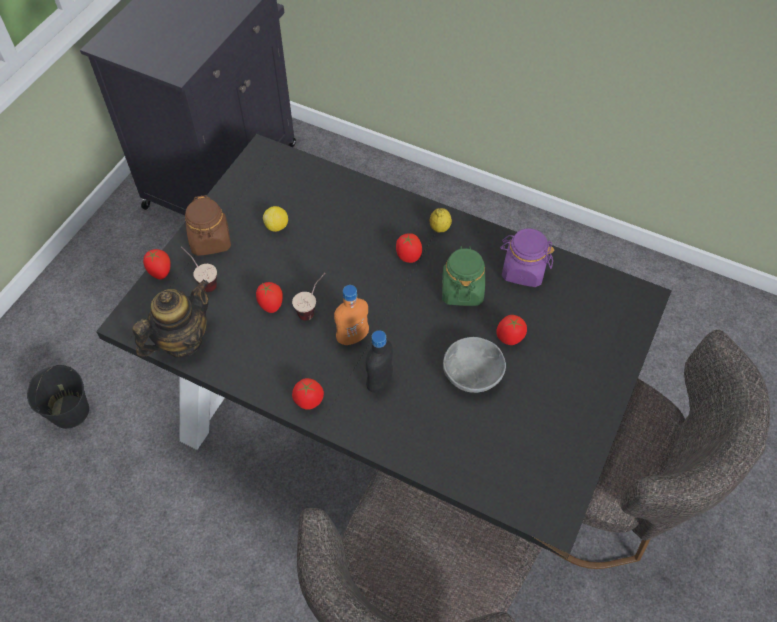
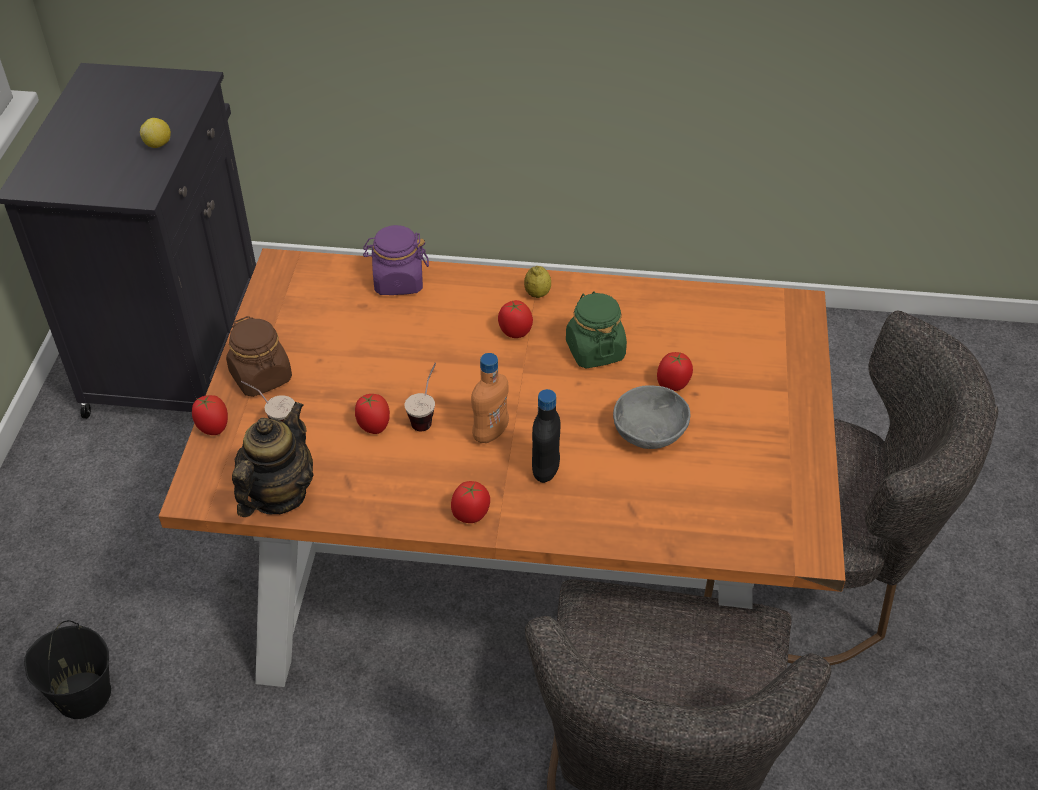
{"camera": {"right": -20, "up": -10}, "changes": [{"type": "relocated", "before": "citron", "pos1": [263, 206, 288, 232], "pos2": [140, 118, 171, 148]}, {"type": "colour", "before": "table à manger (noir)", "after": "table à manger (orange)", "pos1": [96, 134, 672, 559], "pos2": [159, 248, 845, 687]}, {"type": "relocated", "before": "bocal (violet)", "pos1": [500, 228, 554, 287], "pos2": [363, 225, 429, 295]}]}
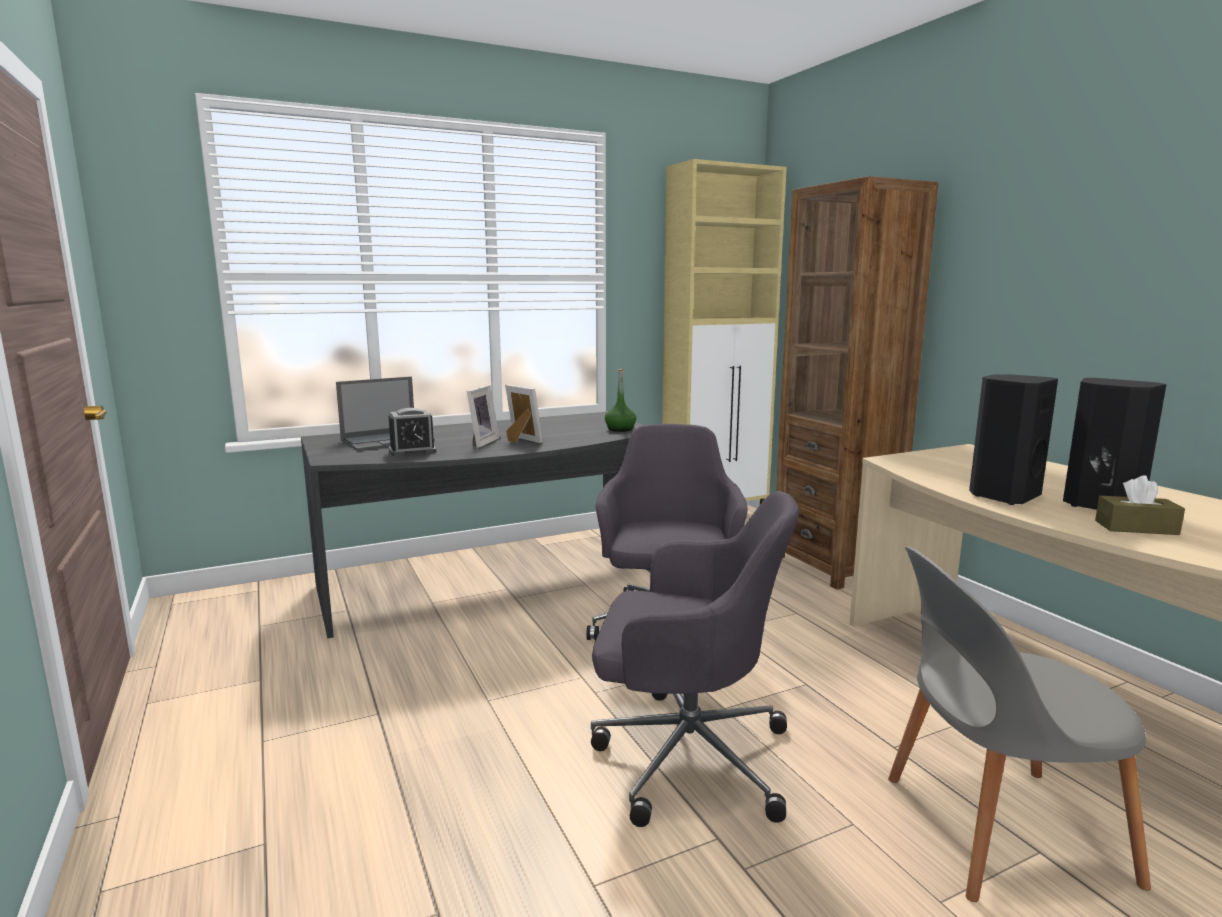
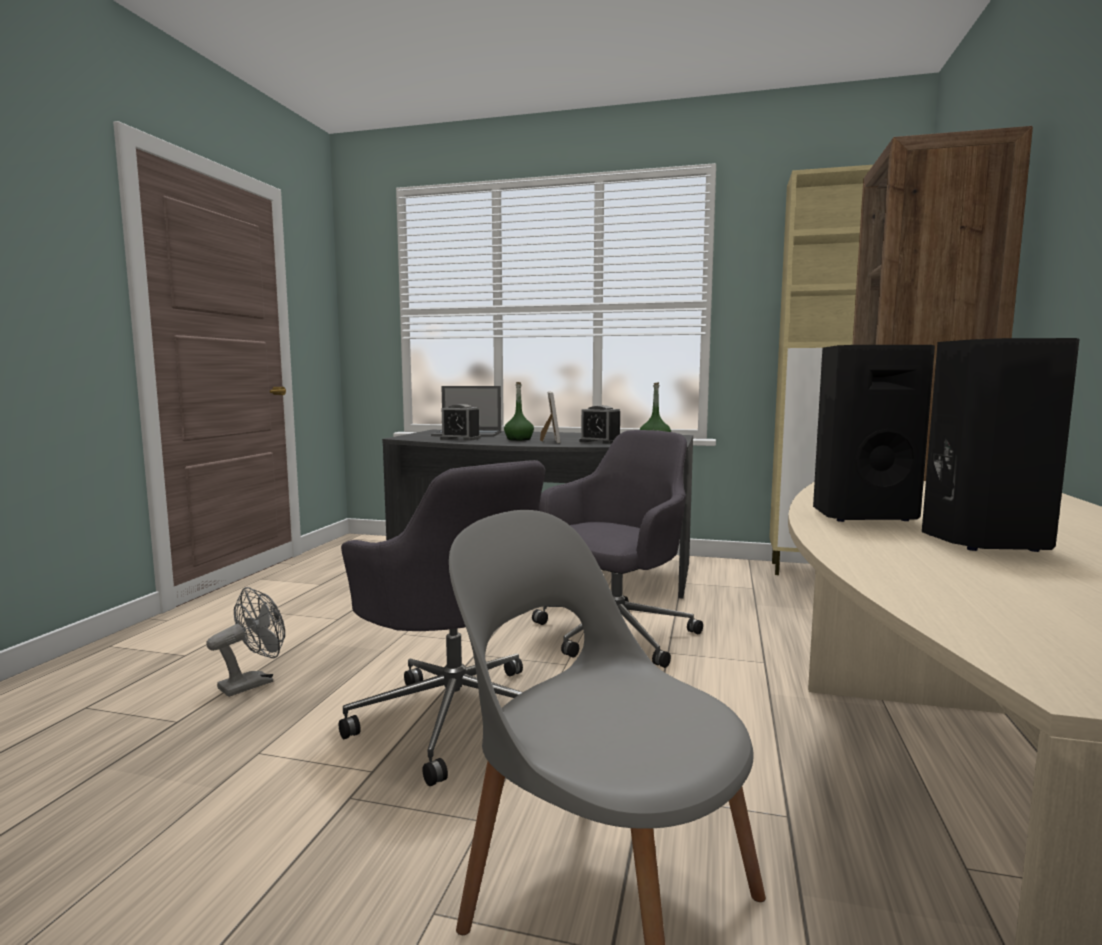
{"camera": {"right": 40, "up": -5}, "changes": [{"type": "appeared", "after": "ventilateur (gris)", "pos2": [206, 587, 285, 697]}, {"type": "exchanged", "before": "cadre photo", "after": "bouteille (vert)", "pos1": [467, 385, 500, 448], "pos2": [504, 382, 534, 441]}, {"type": "appeared", "after": "réveil", "pos2": [579, 405, 620, 444]}, {"type": "missing", "before": "boîte à mouchoirs (marron)", "pos1": [1095, 475, 1185, 535]}]}
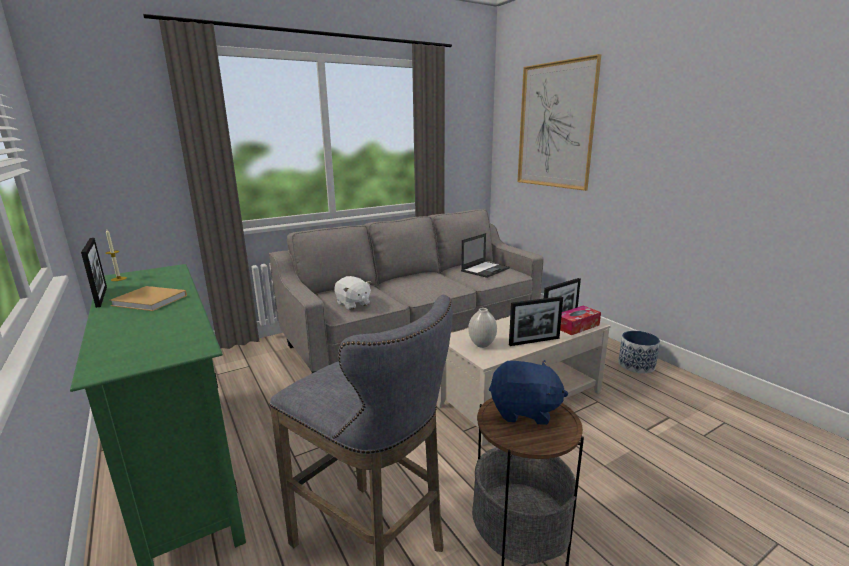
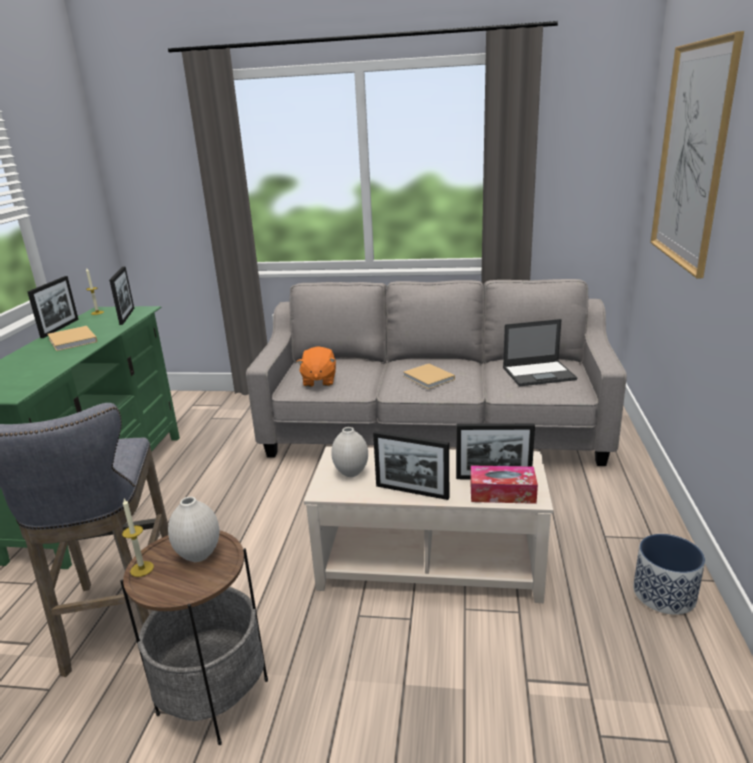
{"camera": {"right": 40, "up": 5}, "changes": [{"type": "appeared", "after": "cadre photo", "pos2": [109, 267, 134, 325]}, {"type": "appeared", "after": "bougie", "pos2": [122, 499, 154, 577]}, {"type": "exchanged", "before": "peluche (bleu)", "after": "vase (blanc)", "pos1": [489, 360, 568, 425], "pos2": [168, 497, 219, 562]}, {"type": "colour", "before": "peluche (blanc)", "after": "peluche (orange)", "pos1": [334, 276, 371, 310], "pos2": [297, 346, 336, 387]}, {"type": "appeared", "after": "livre (beige)", "pos2": [403, 364, 455, 389]}]}
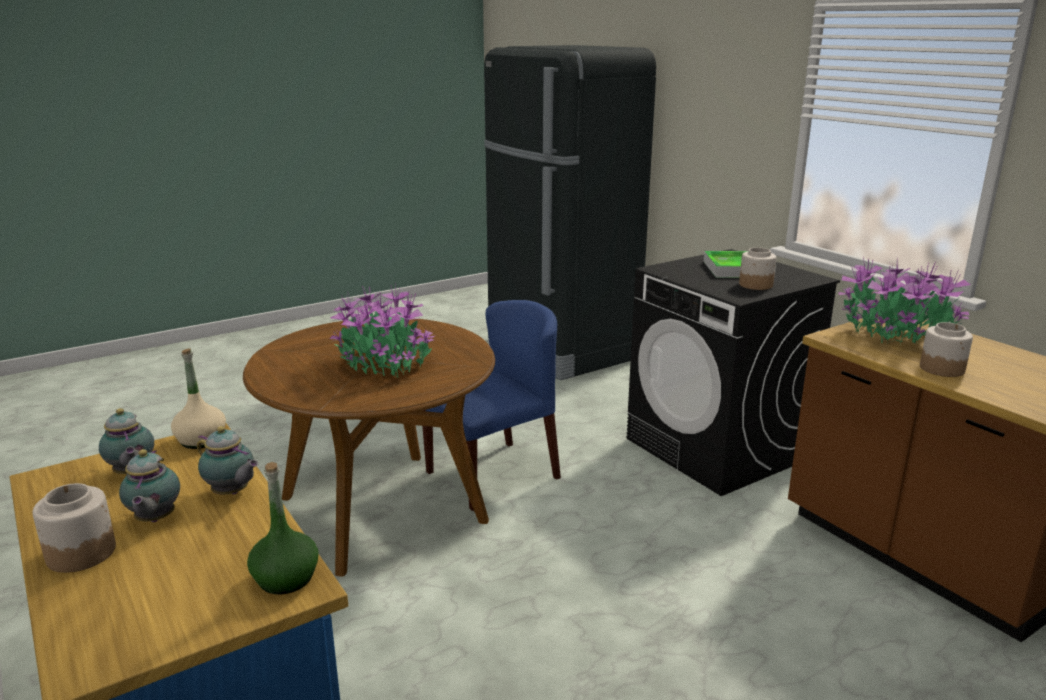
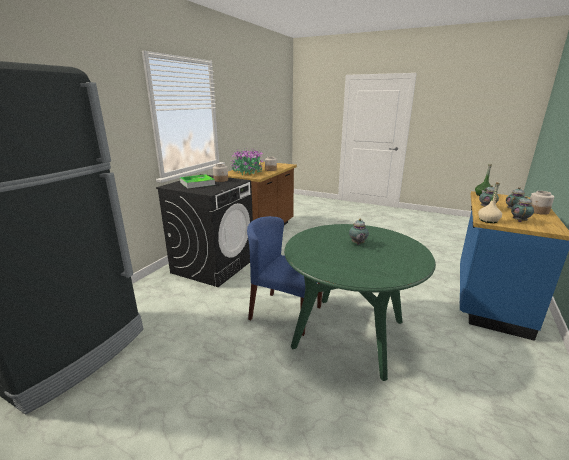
{"camera": {"right": -120, "up": 0}, "changes": [{"type": "colour", "before": "table à manger (marron)", "after": "table à manger (vert)", "pos1": [243, 317, 495, 577], "pos2": [284, 224, 436, 381]}, {"type": "exchanged", "before": "plante en pot", "after": "théière", "pos1": [330, 283, 436, 377], "pos2": [349, 219, 369, 245]}]}
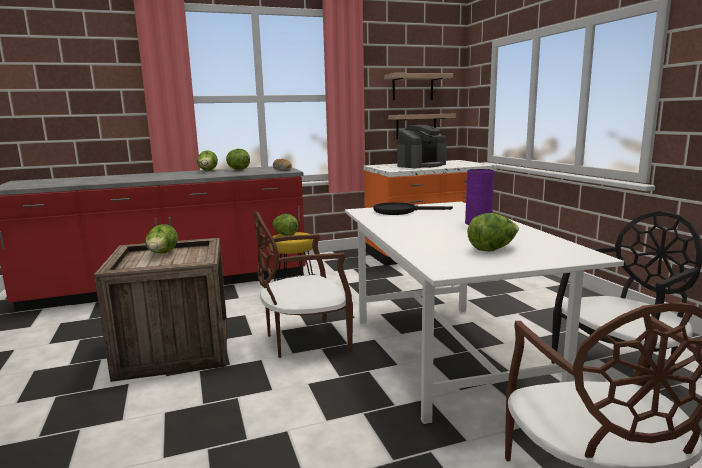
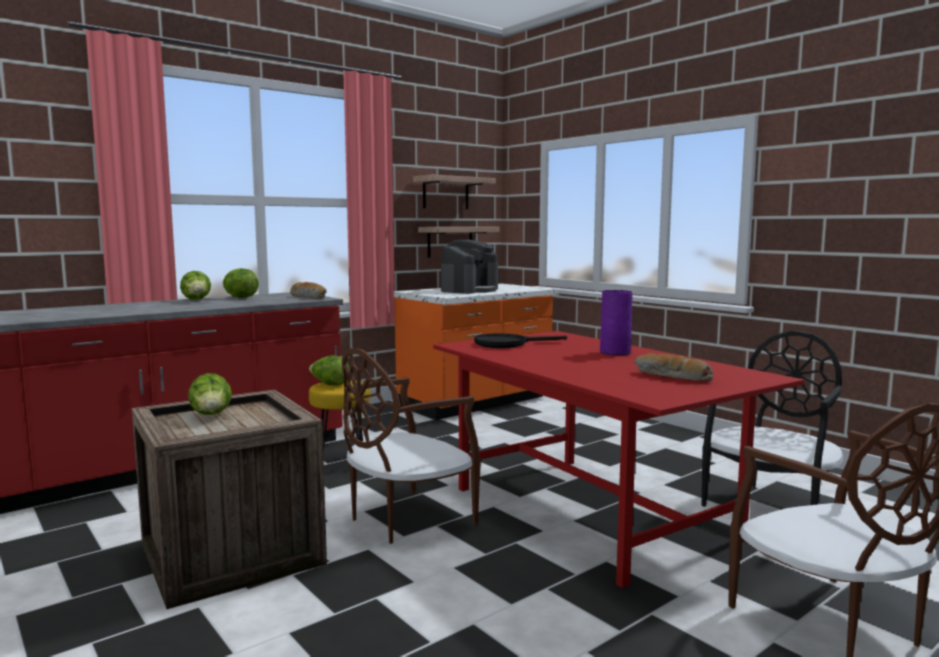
{"camera": {"right": -20, "up": -5}, "changes": [{"type": "colour", "before": "table à manger (blanc)", "after": "table à manger (rouge)", "pos1": [345, 202, 624, 424], "pos2": [433, 331, 804, 588]}, {"type": "exchanged", "before": "laitue", "after": "pain", "pos1": [467, 213, 519, 252], "pos2": [634, 353, 713, 381]}]}
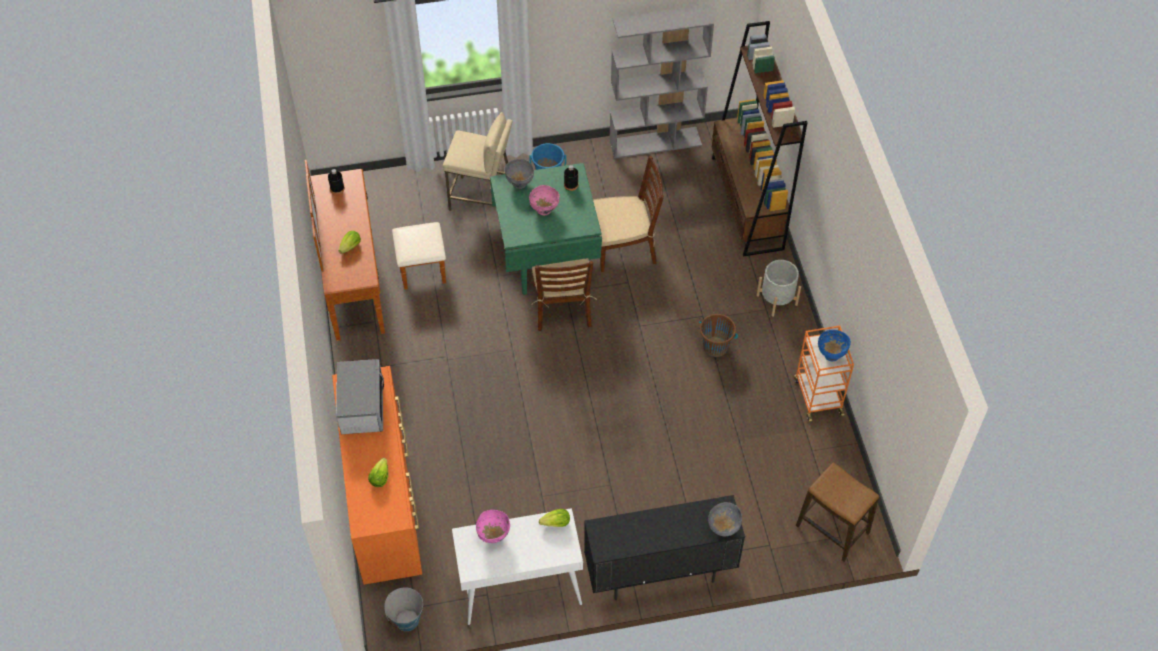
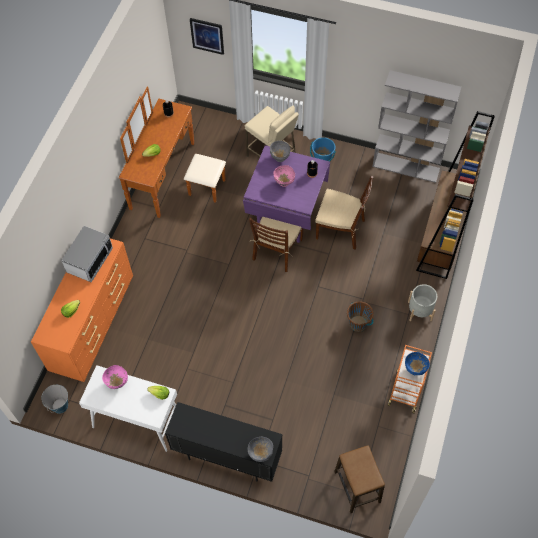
{"camera": {"right": 30, "up": 5}, "changes": [{"type": "appeared", "after": "tableau", "pos2": [190, 18, 224, 55]}, {"type": "colour", "before": "table à manger (vert)", "after": "table à manger (violet)", "pos1": [490, 163, 602, 295], "pos2": [243, 145, 330, 243]}]}
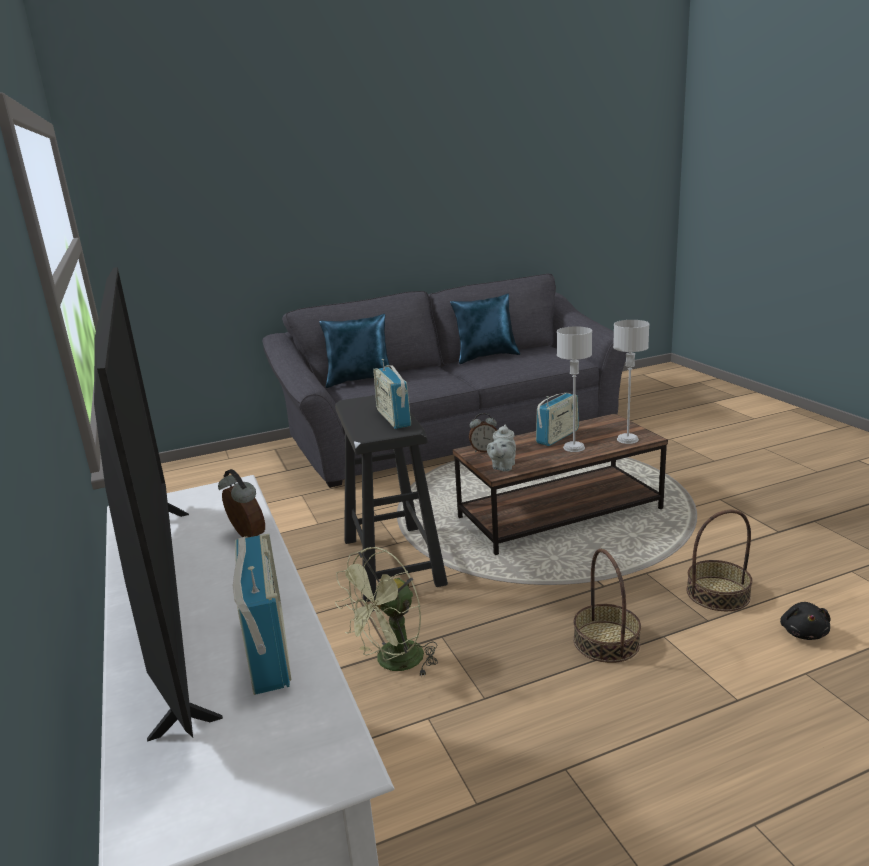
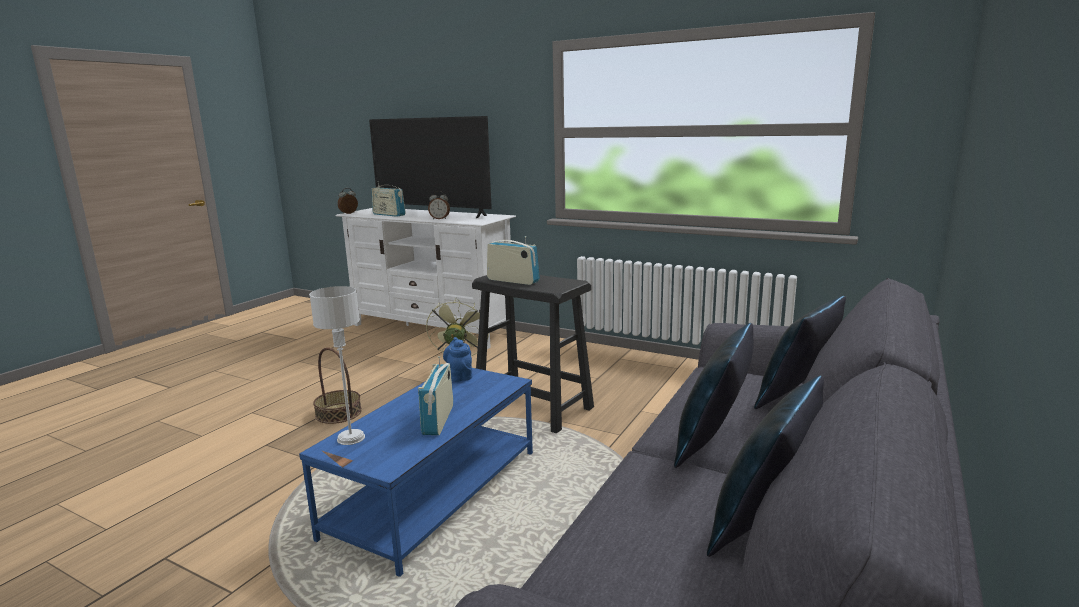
{"camera": {"right": 140, "up": -5}, "changes": [{"type": "colour", "before": "table basse (marron)", "after": "table basse (bleu)", "pos1": [452, 413, 668, 555], "pos2": [299, 368, 533, 577]}, {"type": "relocated", "before": "réveil", "pos1": [469, 413, 497, 453], "pos2": [338, 188, 358, 214]}, {"type": "colour", "before": "théière (gris)", "after": "théière (bleu)", "pos1": [487, 424, 516, 472], "pos2": [443, 337, 472, 382]}, {"type": "appeared", "after": "coussin (bleu)", "pos2": [674, 323, 754, 468]}, {"type": "missing", "before": "lampe de table (gris)", "pos1": [557, 326, 592, 452]}, {"type": "missing", "before": "panier", "pos1": [686, 510, 753, 611]}, {"type": "missing", "before": "peluche (noir)", "pos1": [780, 602, 830, 640]}]}
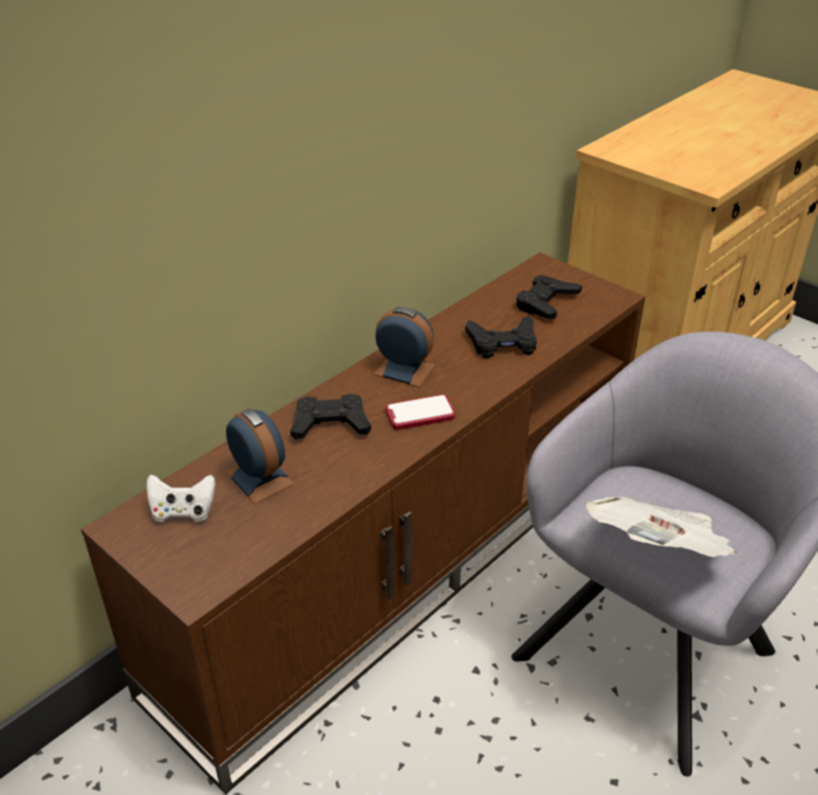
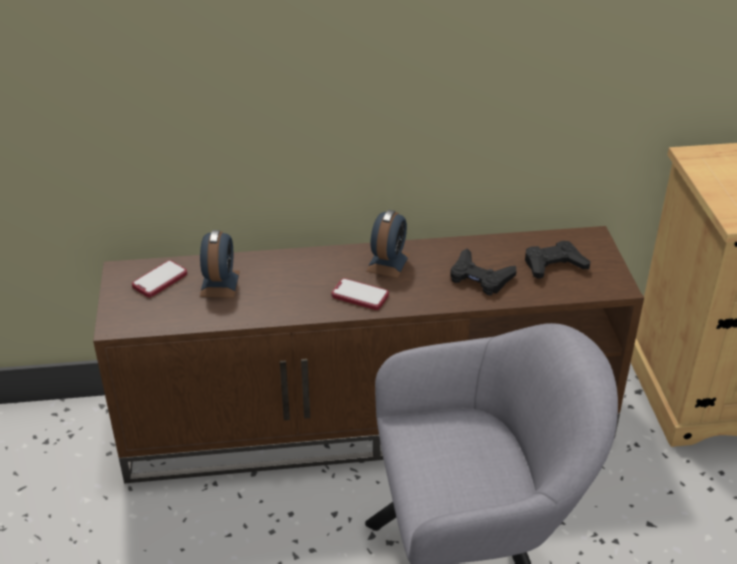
{"camera": {"right": 40, "up": 0}, "changes": [{"type": "exchanged", "before": "manette (blanc)", "after": "téléphone", "pos1": [146, 475, 216, 522], "pos2": [132, 260, 187, 297]}, {"type": "spun", "before": "réveil", "pos1": [374, 307, 435, 387], "pos2": [366, 210, 410, 278], "turn": 45}, {"type": "missing", "before": "manette (noir)", "pos1": [290, 394, 371, 440]}, {"type": "missing", "before": "journal", "pos1": [586, 496, 737, 557]}]}
